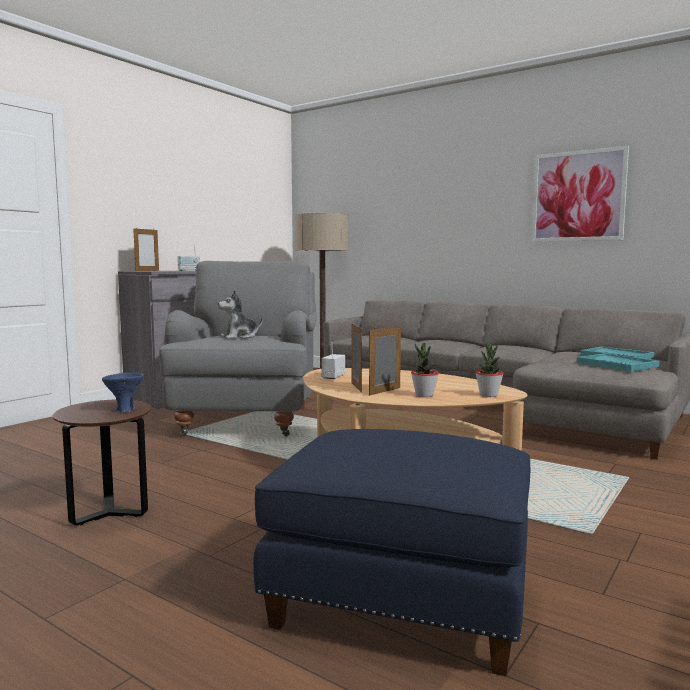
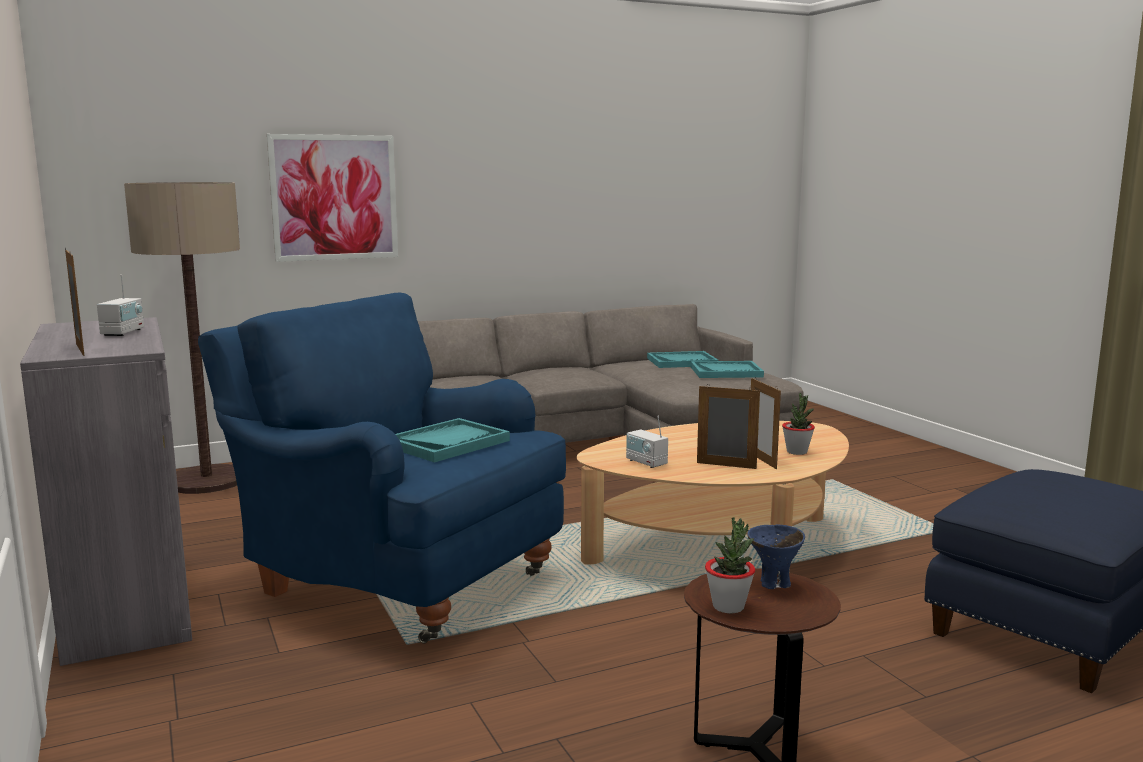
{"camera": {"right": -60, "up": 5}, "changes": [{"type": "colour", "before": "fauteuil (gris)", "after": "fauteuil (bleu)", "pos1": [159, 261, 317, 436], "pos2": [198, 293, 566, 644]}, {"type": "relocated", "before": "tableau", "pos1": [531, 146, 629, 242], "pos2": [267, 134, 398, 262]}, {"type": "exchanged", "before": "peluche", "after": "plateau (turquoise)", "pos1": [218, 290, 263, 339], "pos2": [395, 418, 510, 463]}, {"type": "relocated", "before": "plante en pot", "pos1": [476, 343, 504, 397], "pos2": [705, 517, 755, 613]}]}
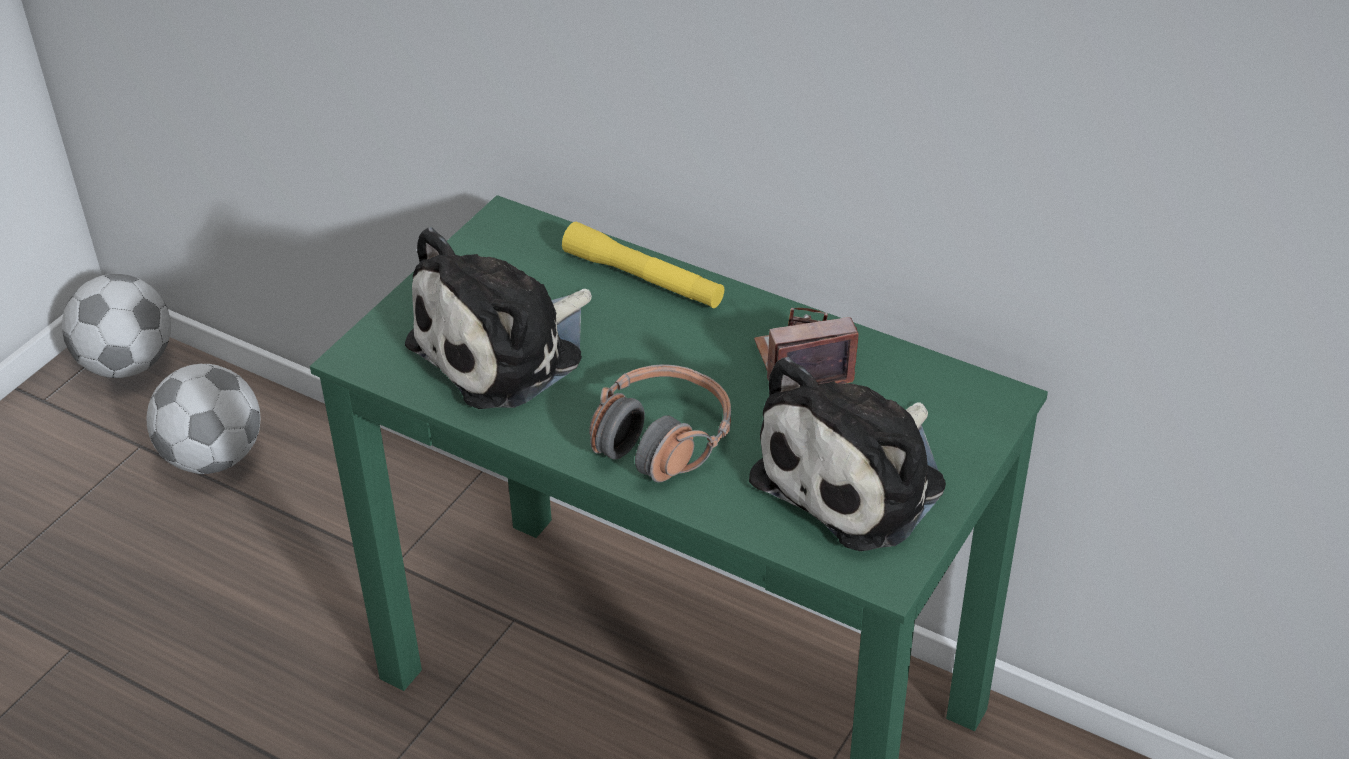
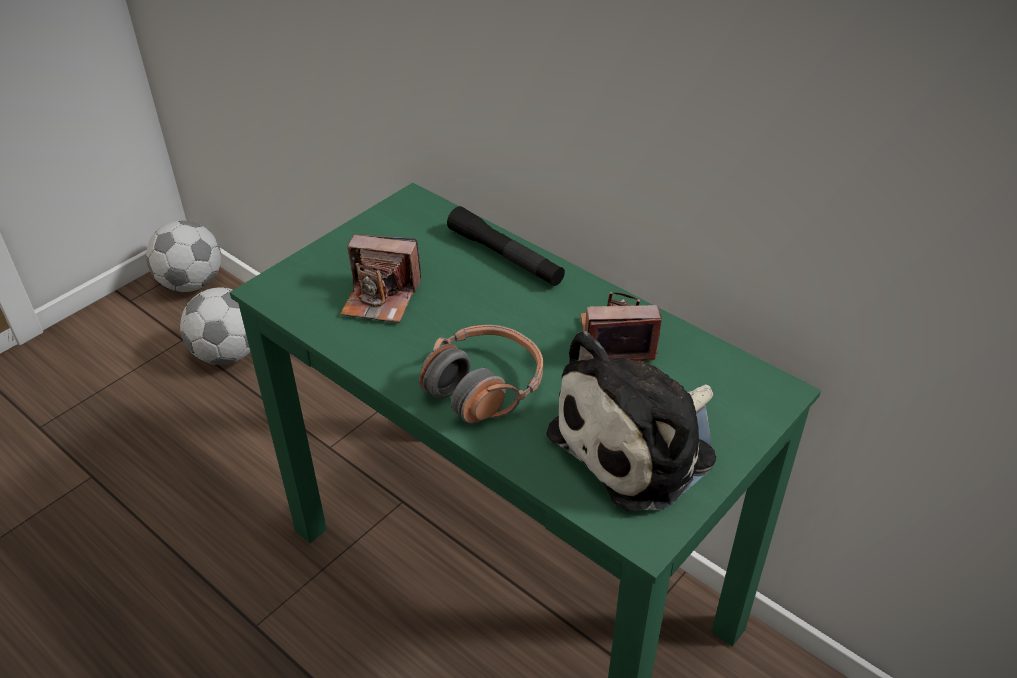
{"camera": {"right": 10, "up": 0}, "changes": [{"type": "exchanged", "before": "peluche", "after": "appareil photo", "pos1": [405, 227, 592, 409], "pos2": [340, 235, 421, 323]}, {"type": "colour", "before": "lampe de poche (jaune)", "after": "lampe de poche (noir)", "pos1": [562, 221, 724, 308], "pos2": [447, 206, 565, 286]}]}
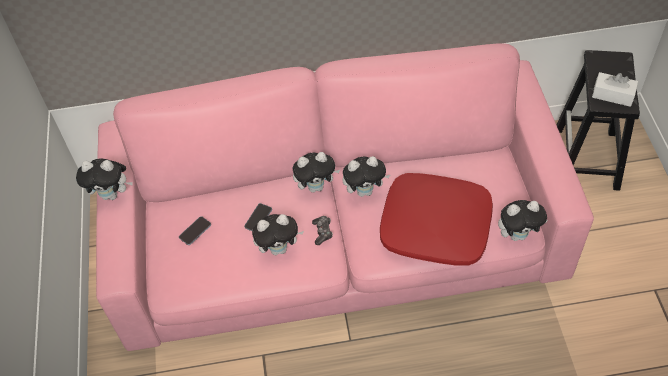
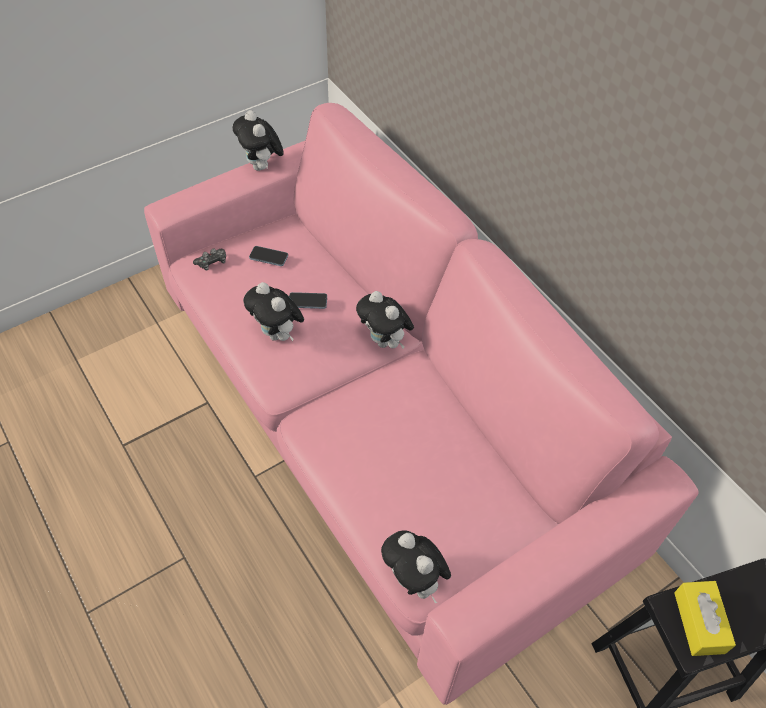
{"camera": {"right": 60, "up": 0}, "changes": [{"type": "relocated", "before": "manette", "pos1": [312, 216, 333, 245], "pos2": [193, 248, 226, 271]}, {"type": "colour", "before": "boîte à mouchoirs (blanc)", "after": "boîte à mouchoirs (jaune)", "pos1": [592, 72, 638, 107], "pos2": [674, 581, 736, 656]}, {"type": "missing", "before": "peluche", "pos1": [343, 156, 390, 197]}, {"type": "missing", "before": "coussin (rouge)", "pos1": [380, 173, 493, 266]}]}
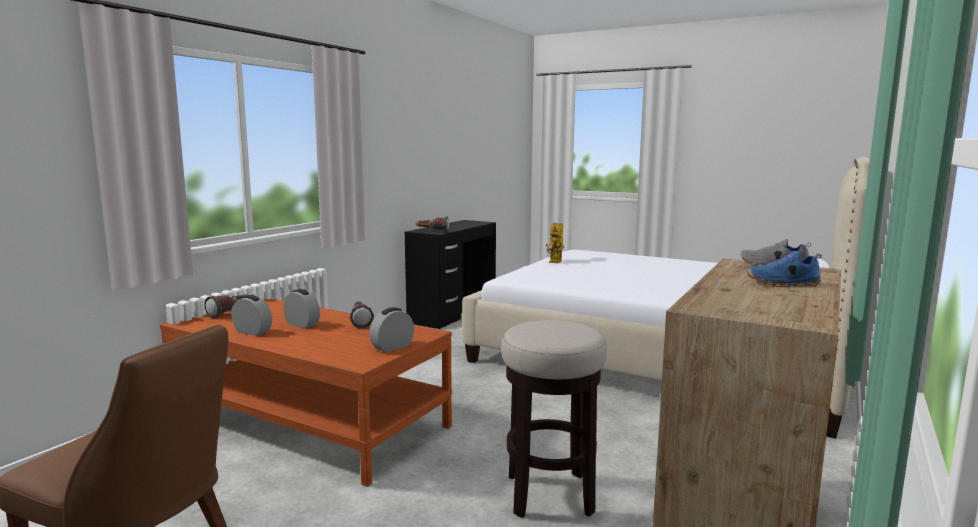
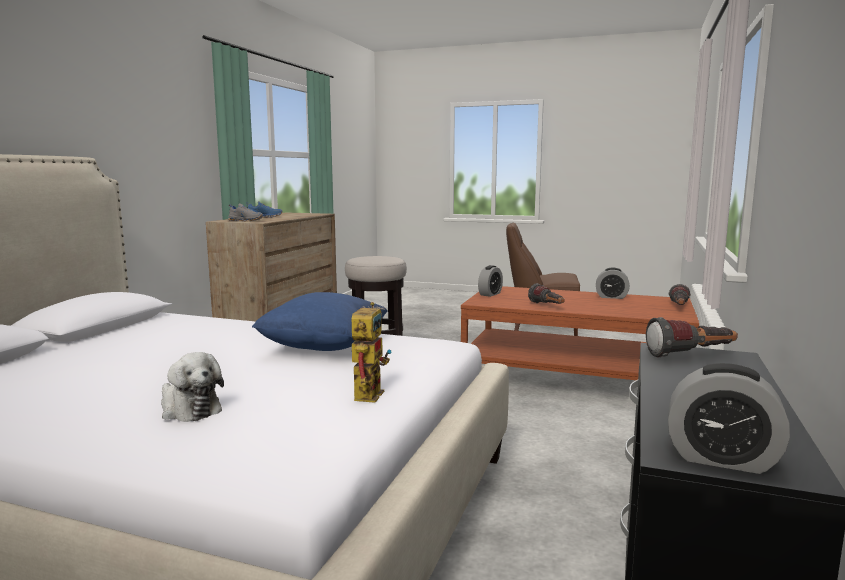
{"camera": {"right": 170, "up": 0}, "changes": [{"type": "appeared", "after": "peluche", "pos2": [161, 352, 224, 422]}, {"type": "appeared", "after": "coussin (bleu)", "pos2": [252, 292, 387, 351]}, {"type": "relocated", "before": "réveil", "pos1": [283, 289, 320, 329], "pos2": [668, 363, 790, 474]}]}
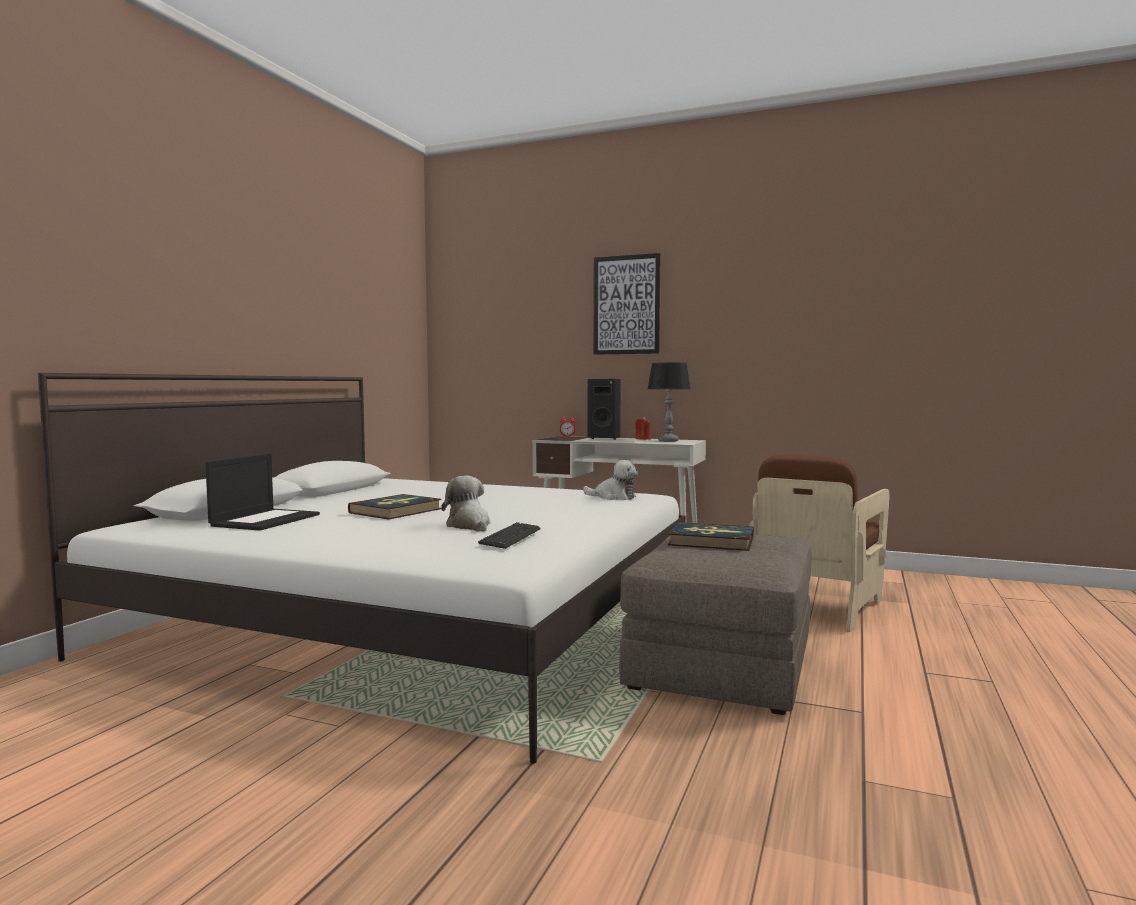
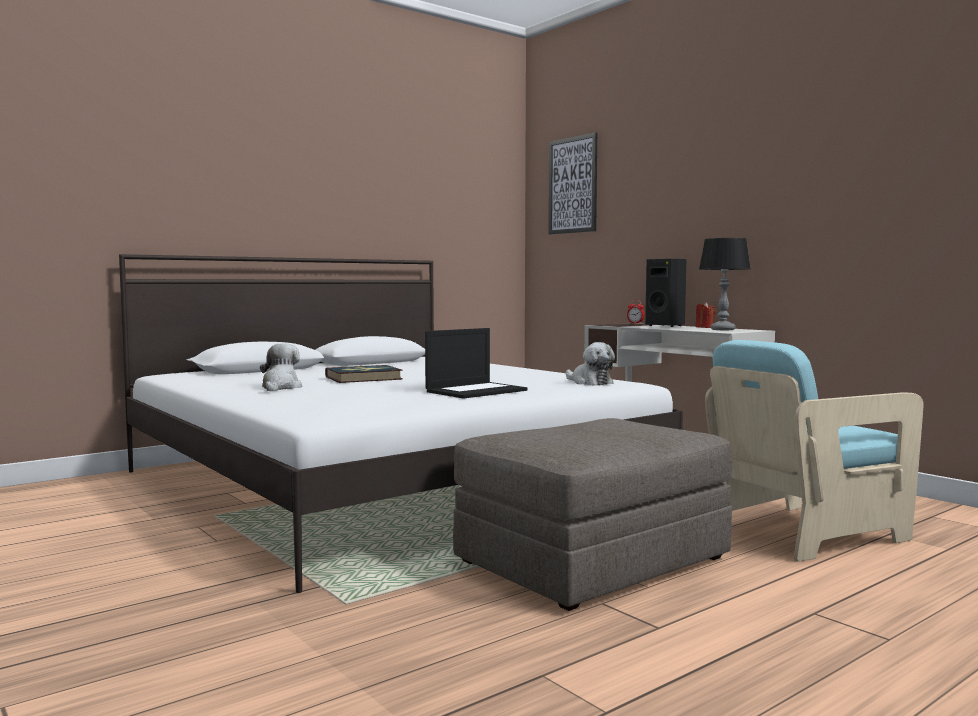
{"camera": {"right": 30, "up": 0}, "changes": [{"type": "relocated", "before": "peluche", "pos1": [441, 475, 490, 532], "pos2": [260, 343, 302, 391]}, {"type": "relocated", "before": "ordinateur portable", "pos1": [205, 454, 320, 531], "pos2": [425, 328, 528, 399]}, {"type": "relocated", "before": "tableau", "pos1": [593, 253, 661, 355], "pos2": [548, 132, 597, 234]}, {"type": "colour", "before": "fauteuil (marron)", "after": "fauteuil (turquoise)", "pos1": [749, 455, 890, 632], "pos2": [705, 340, 924, 561]}, {"type": "missing", "before": "clavier", "pos1": [478, 522, 541, 549]}, {"type": "missing", "before": "livre", "pos1": [668, 522, 754, 551]}]}
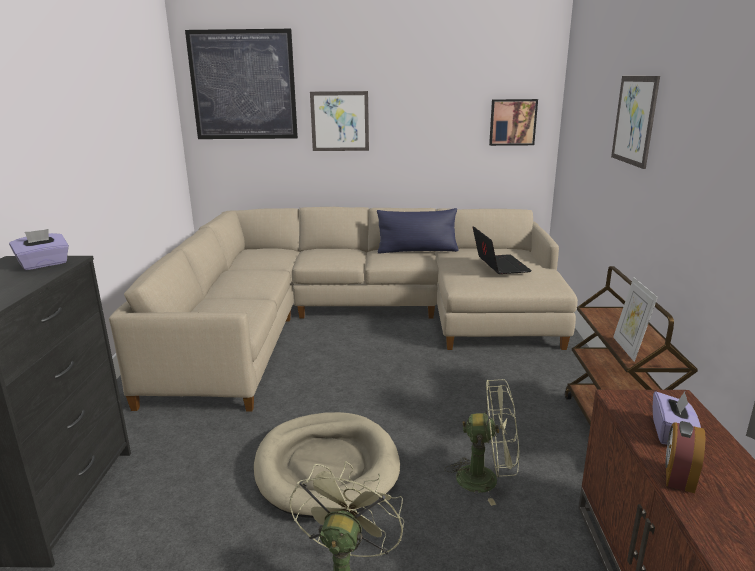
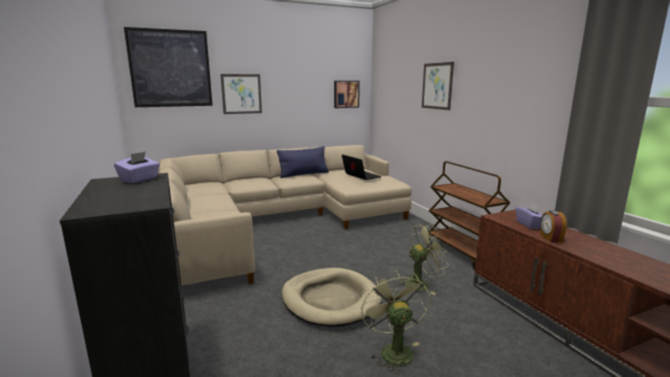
{"camera": {"right": -25, "up": -5}, "changes": [{"type": "missing", "before": "cadre photo", "pos1": [613, 277, 658, 362]}]}
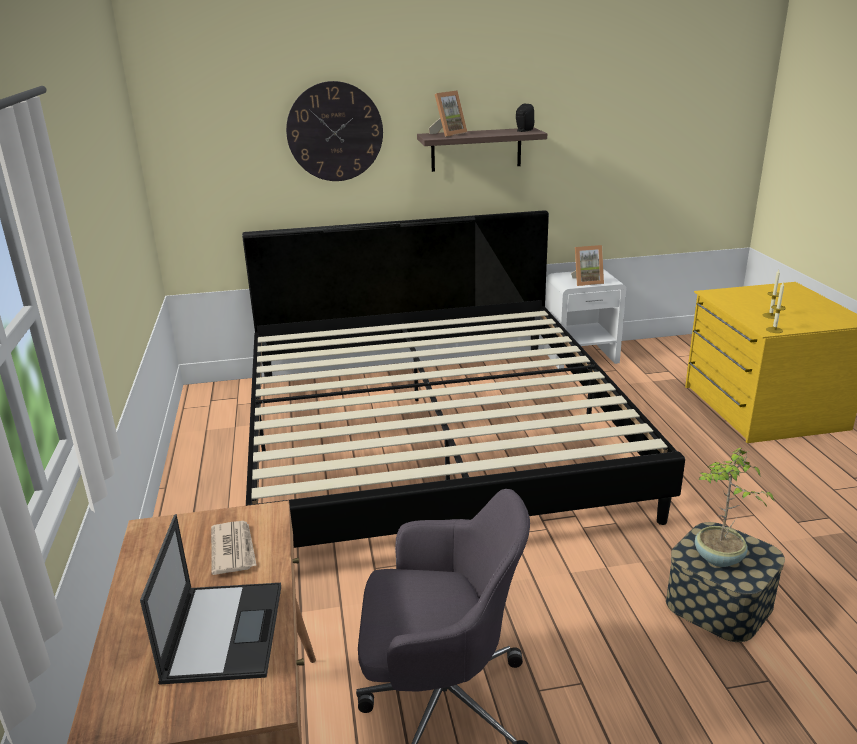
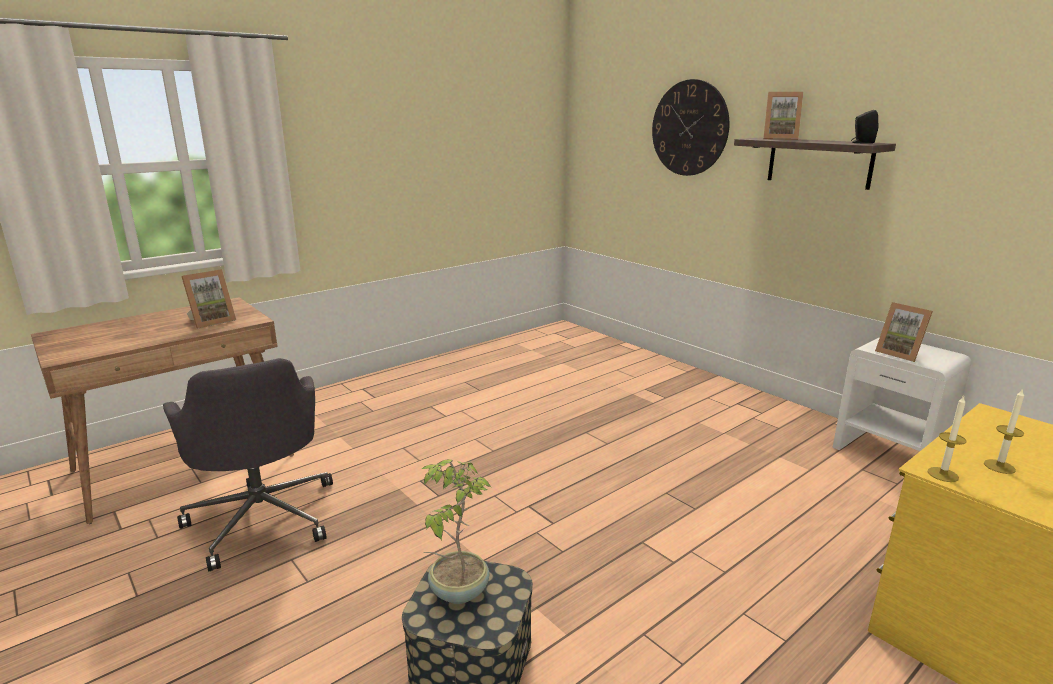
{"camera": {"right": 60, "up": -5}, "changes": [{"type": "exchanged", "before": "journal", "after": "cadre photo", "pos1": [211, 521, 257, 575], "pos2": [181, 269, 236, 329]}, {"type": "missing", "before": "ordinateur portable", "pos1": [140, 514, 281, 685]}, {"type": "missing", "before": "lit", "pos1": [242, 210, 685, 548]}]}
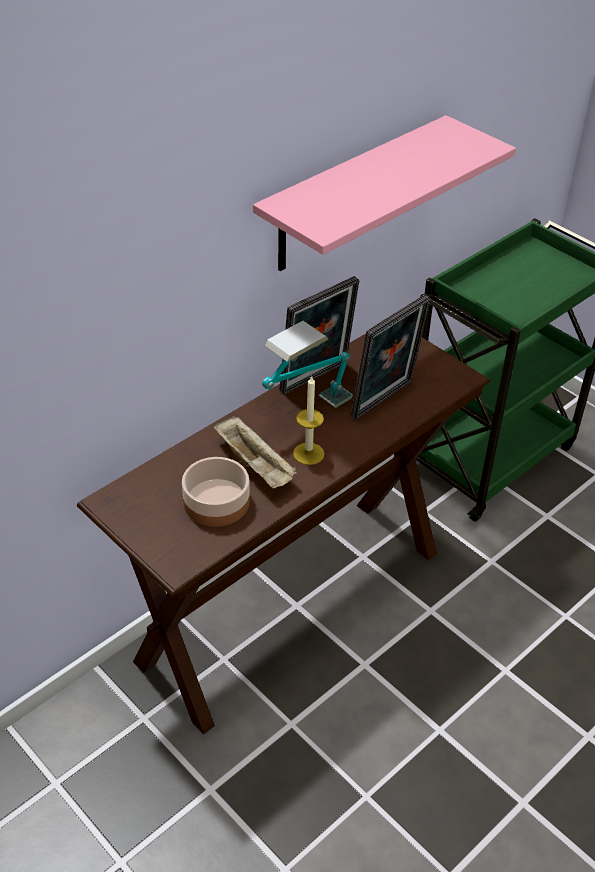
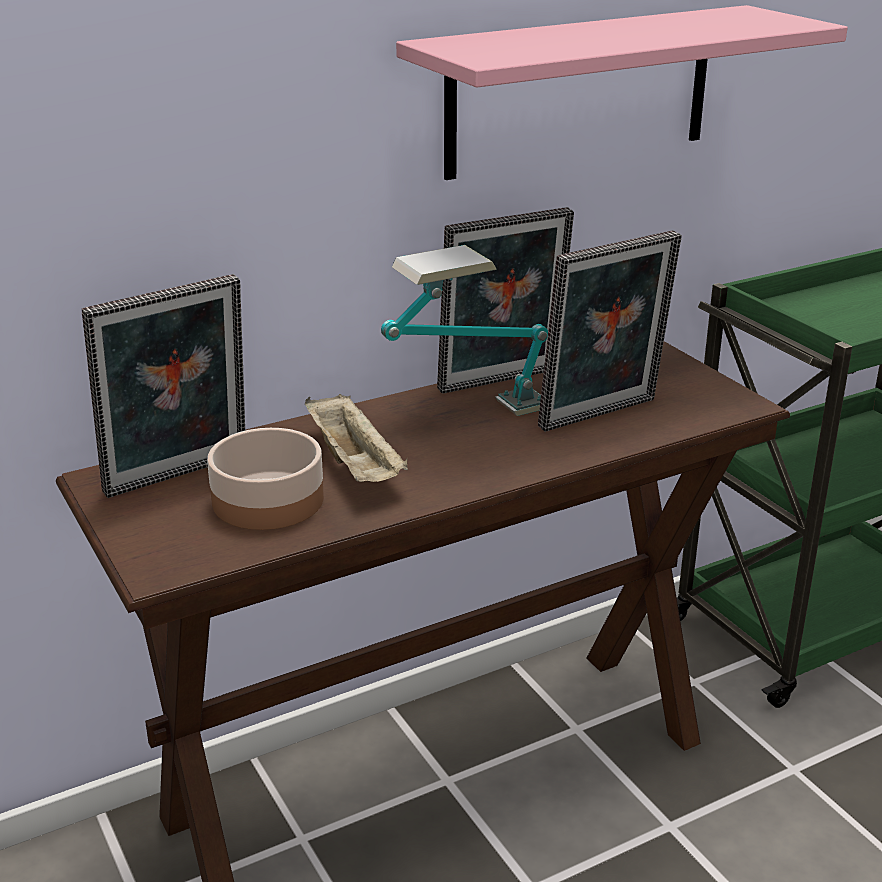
{"camera": {"right": 15, "up": -15}, "changes": [{"type": "appeared", "after": "cadre photo", "pos2": [82, 274, 245, 498]}, {"type": "missing", "before": "bougie", "pos1": [293, 376, 325, 465]}]}
